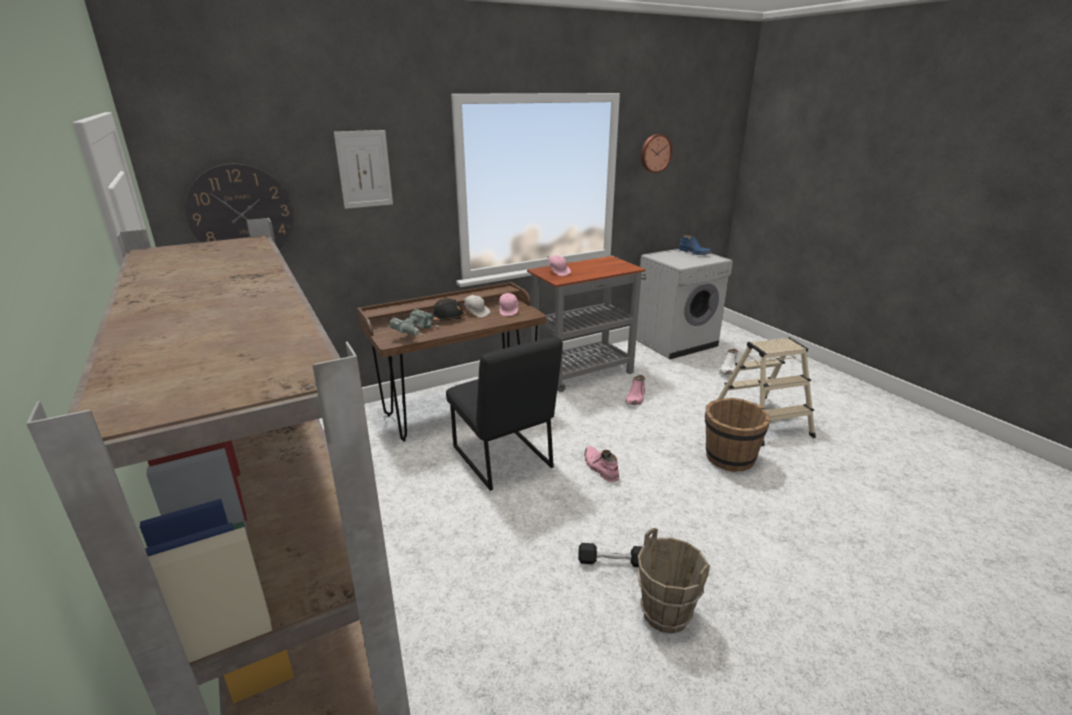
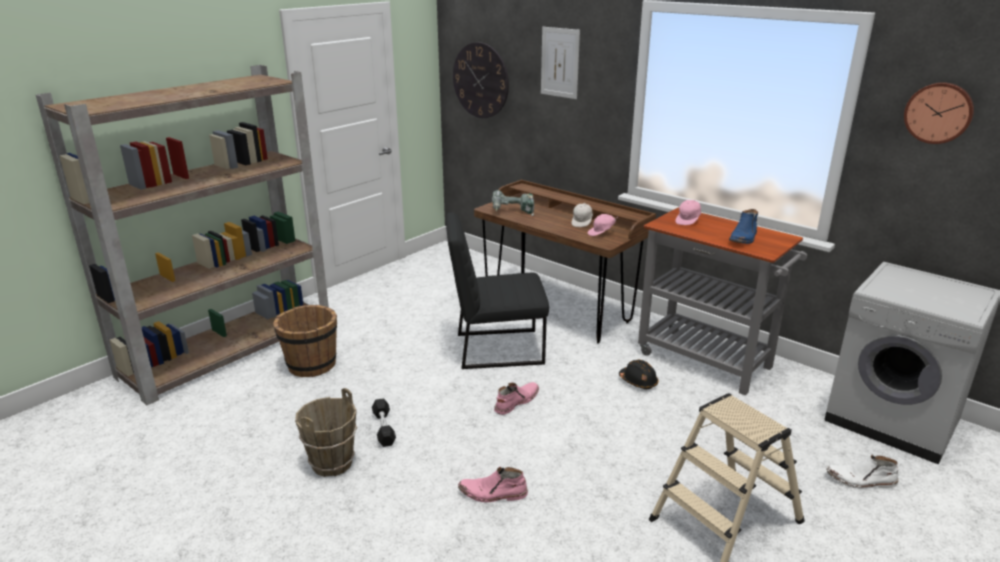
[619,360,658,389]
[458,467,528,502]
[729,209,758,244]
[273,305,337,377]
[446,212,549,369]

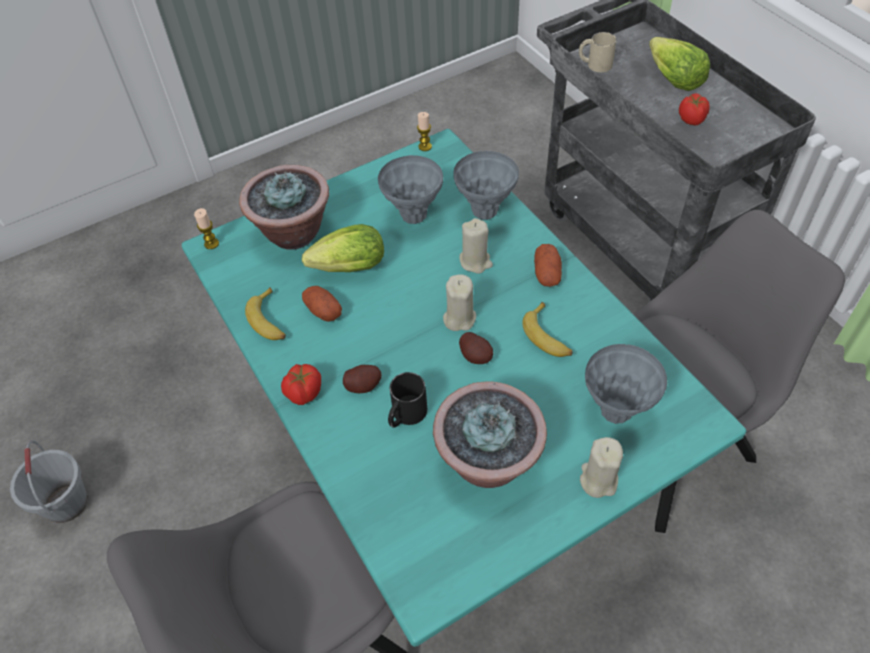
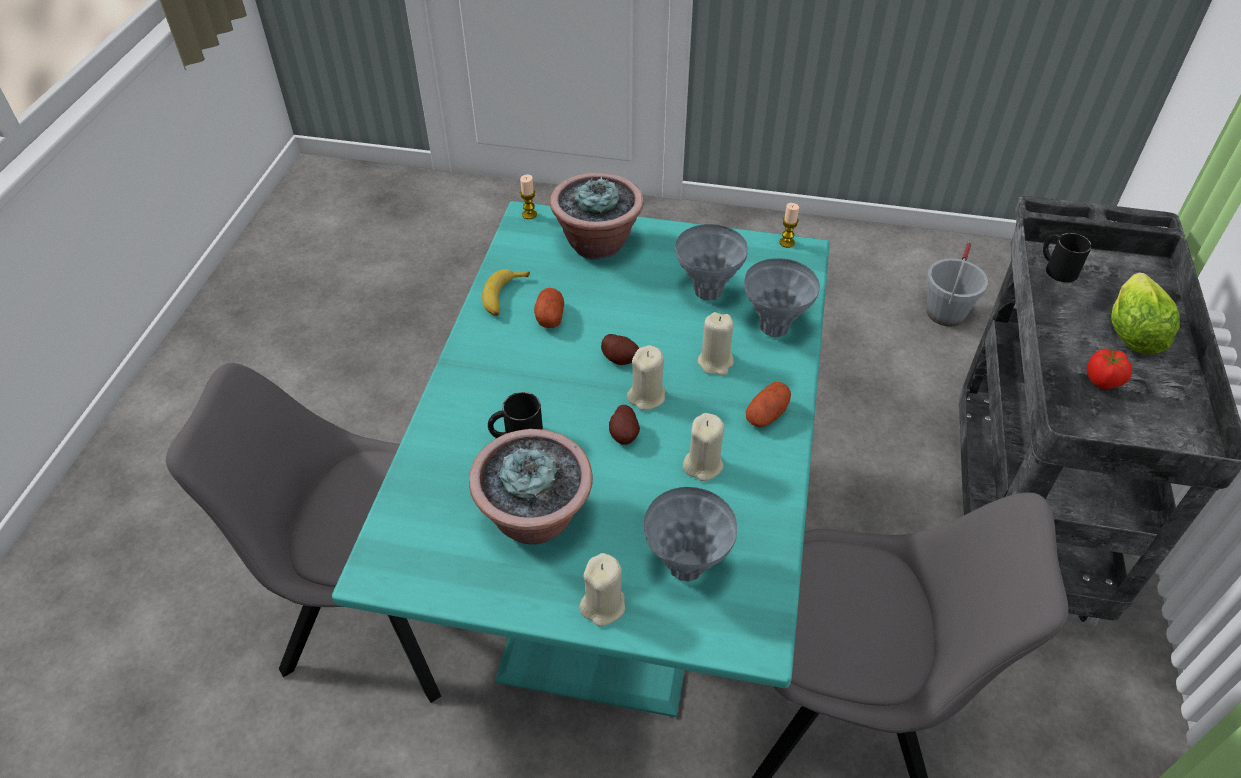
[281,364,321,405] (first image)
[302,224,384,272] (first image)
[926,241,988,326]
[601,334,639,365]
[683,413,724,481]
[1043,233,1092,283]

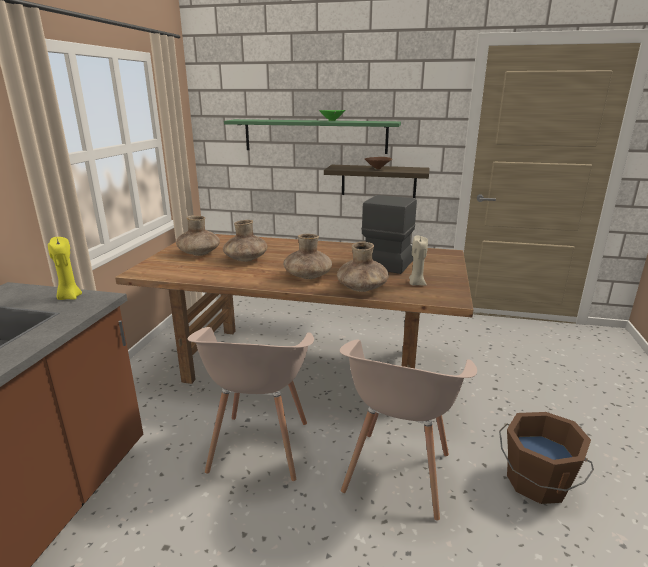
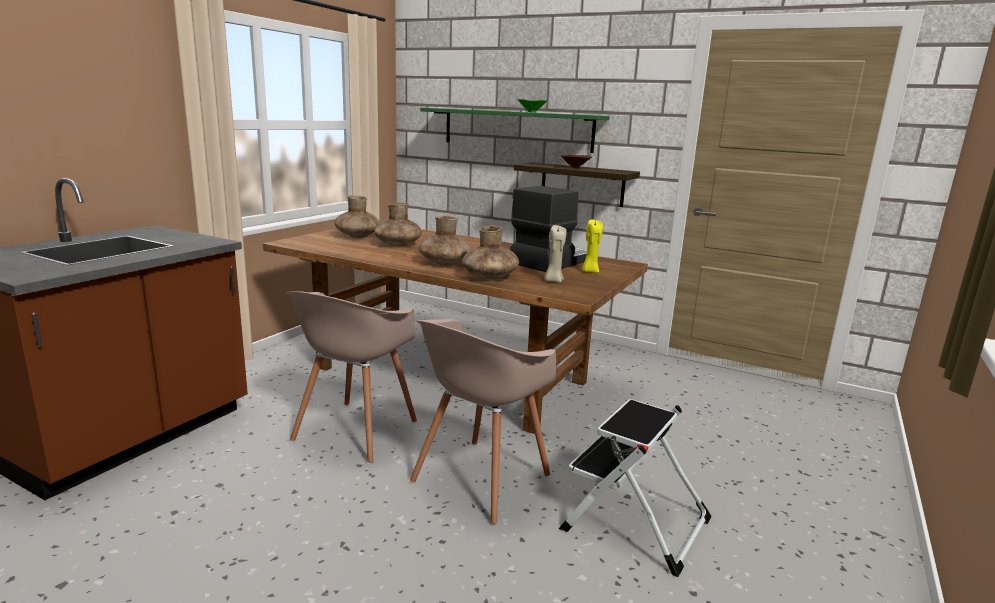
[582,219,603,273]
[559,399,712,577]

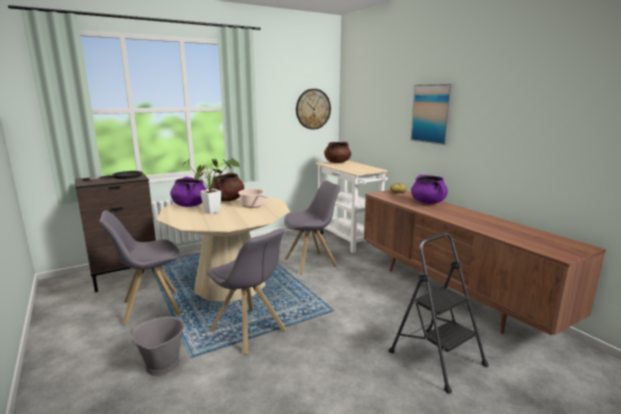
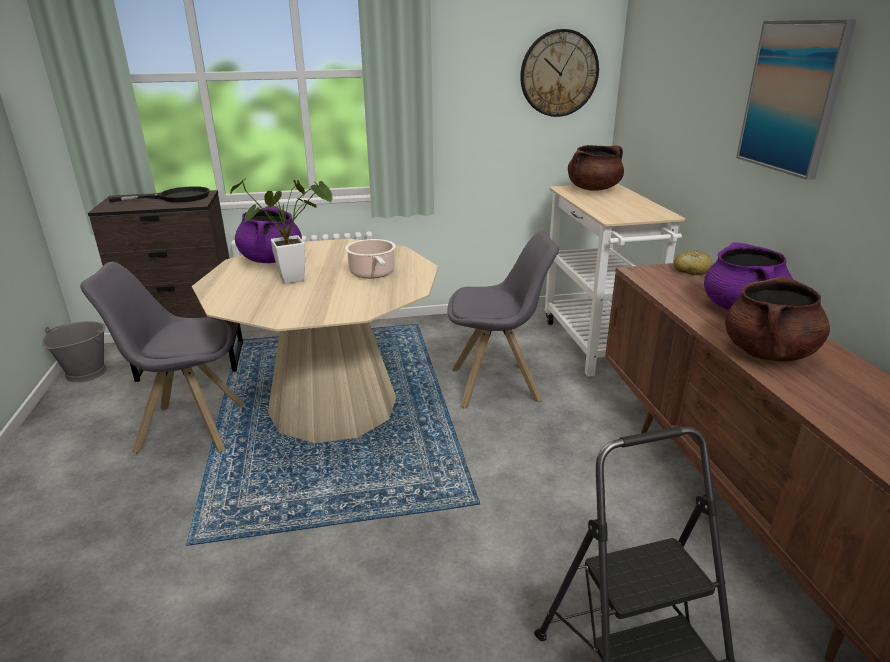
[207,228,286,355] (first image)
[42,321,107,382]
[725,276,830,362]

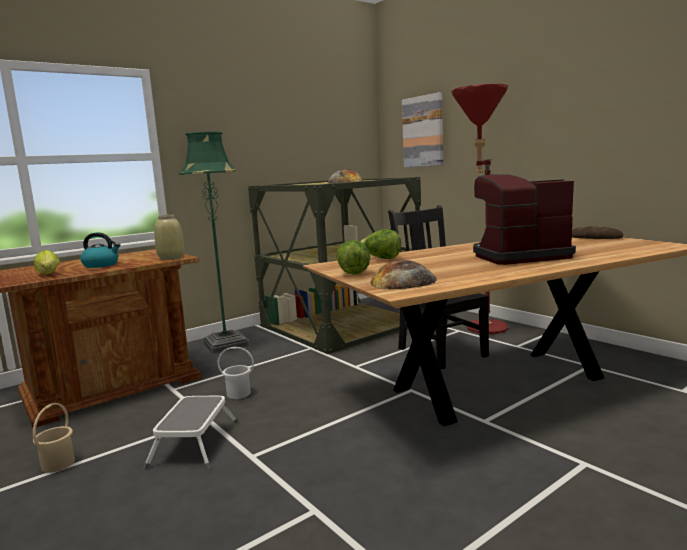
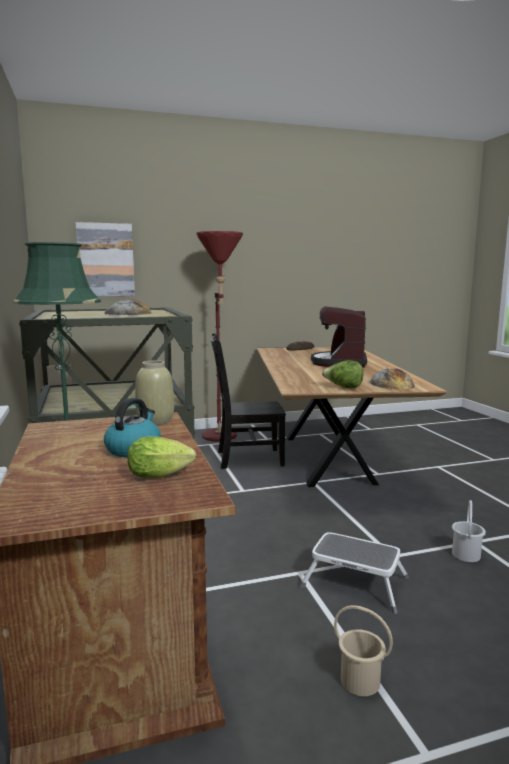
[360,229,401,259] (first image)
[452,500,486,562]

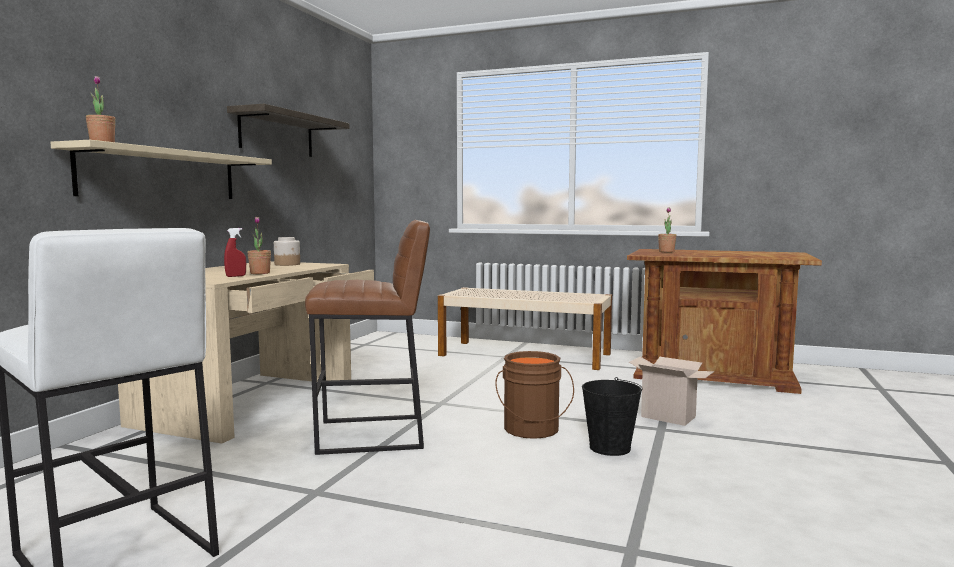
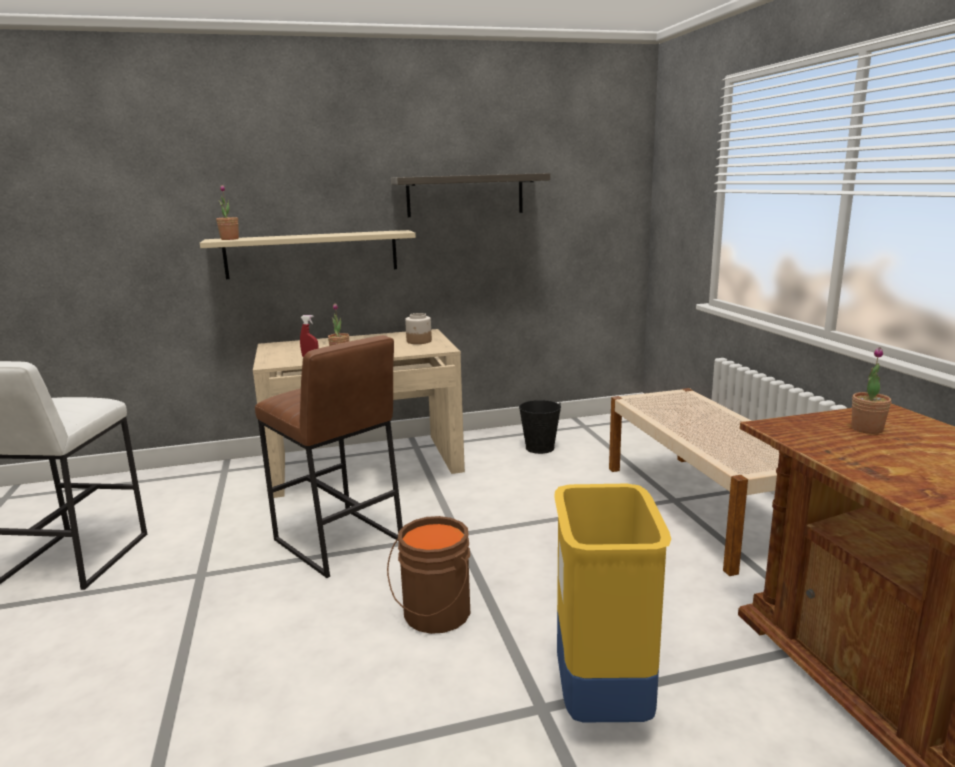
[519,400,561,454]
[555,484,671,722]

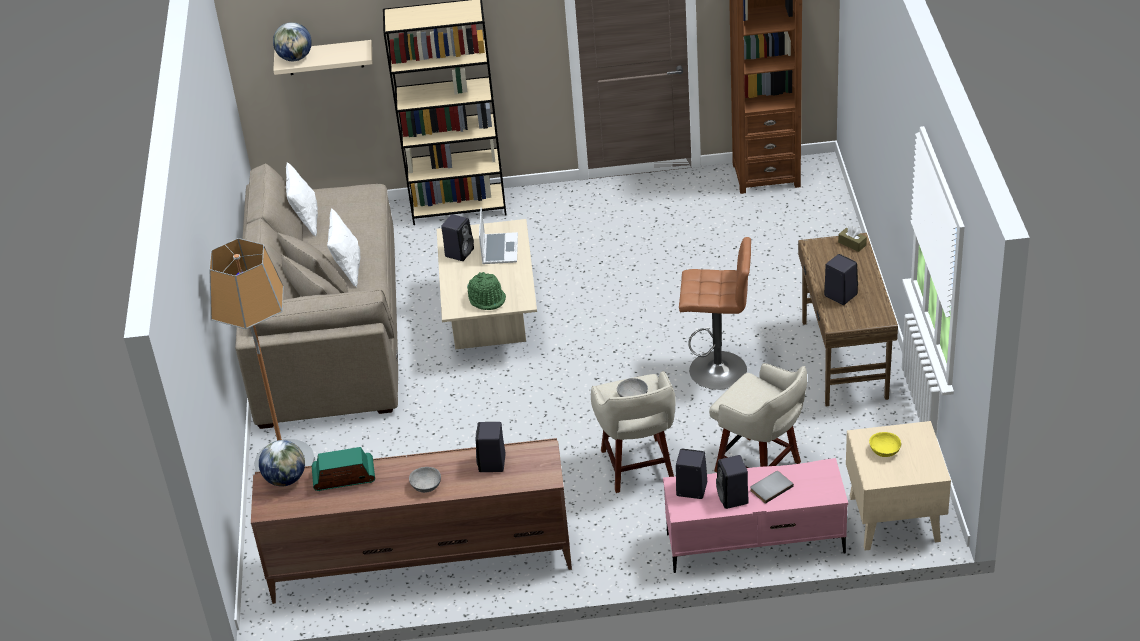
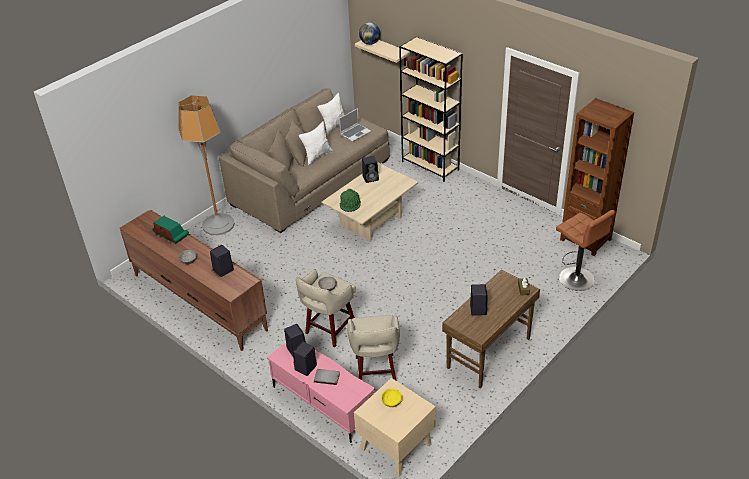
[259,440,305,486] (first image)
[339,108,371,142]
[556,210,616,291]

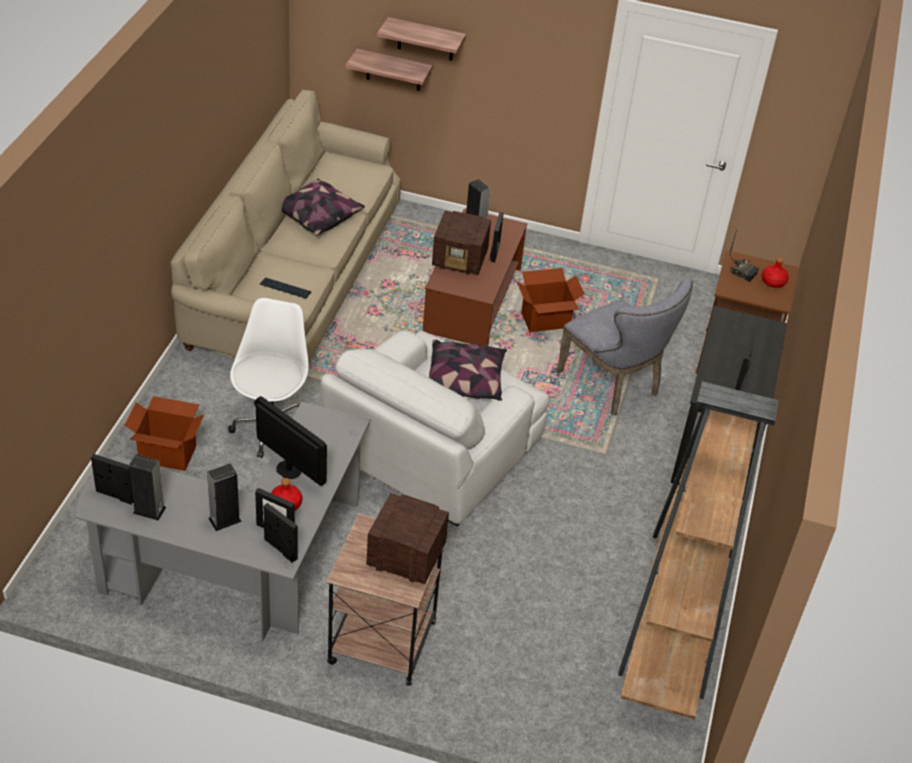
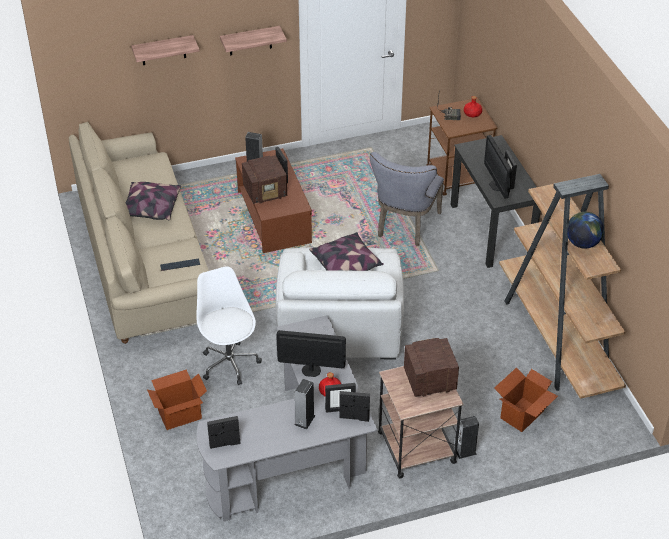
[484,135,513,199]
[567,212,604,249]
[457,416,479,459]
[220,26,287,56]
[494,367,558,432]
[370,152,444,246]

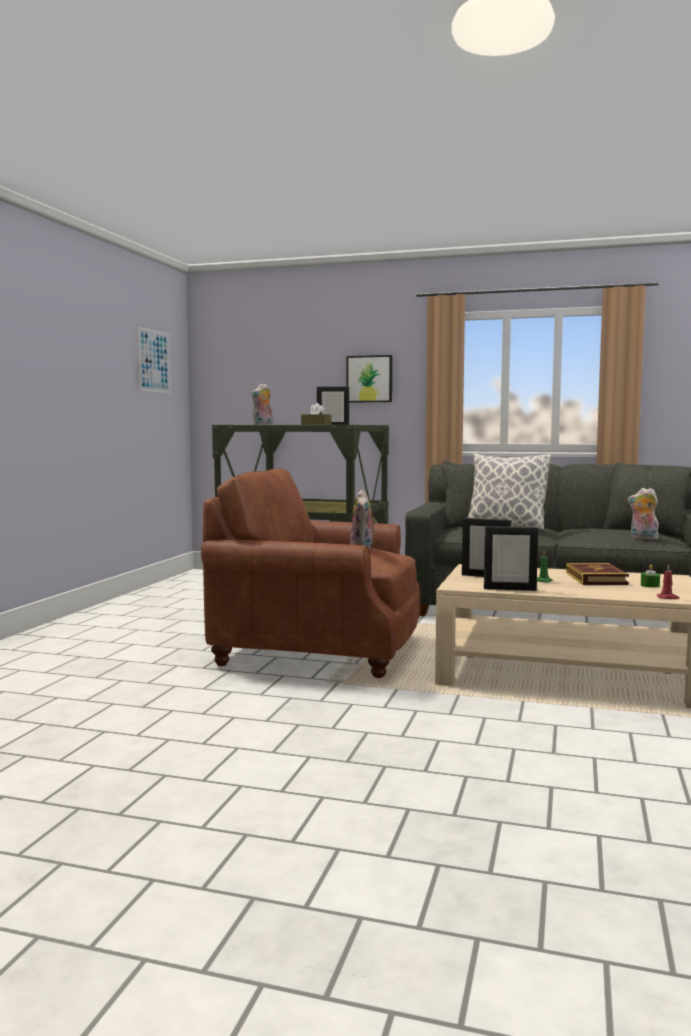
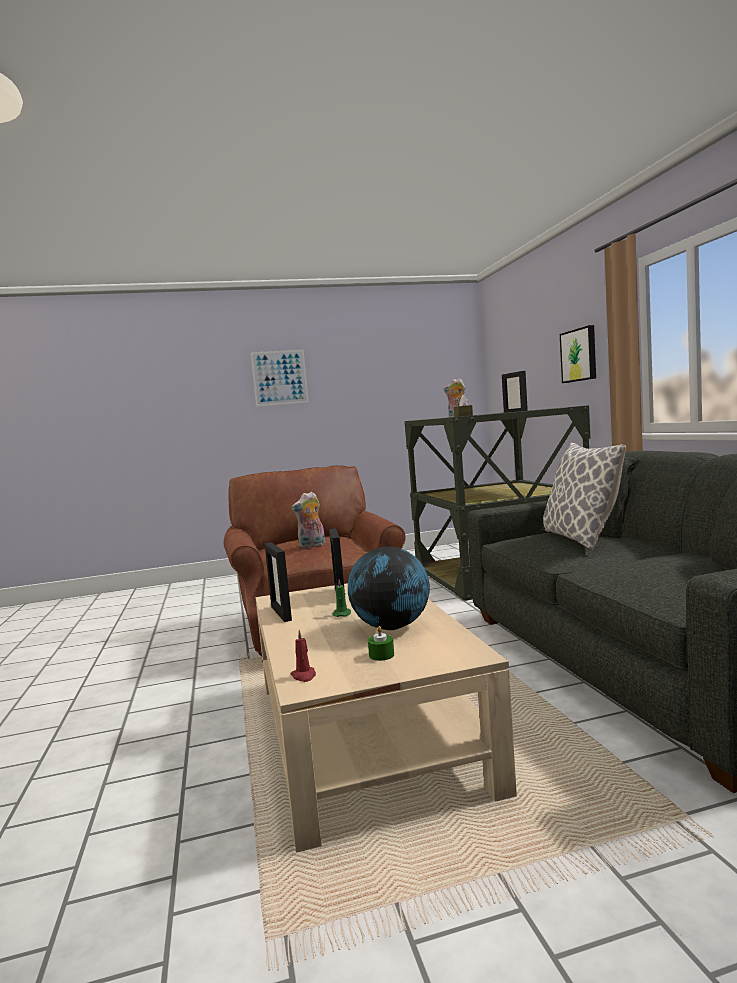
[628,488,659,540] (first image)
[251,350,309,406]
[348,546,430,630]

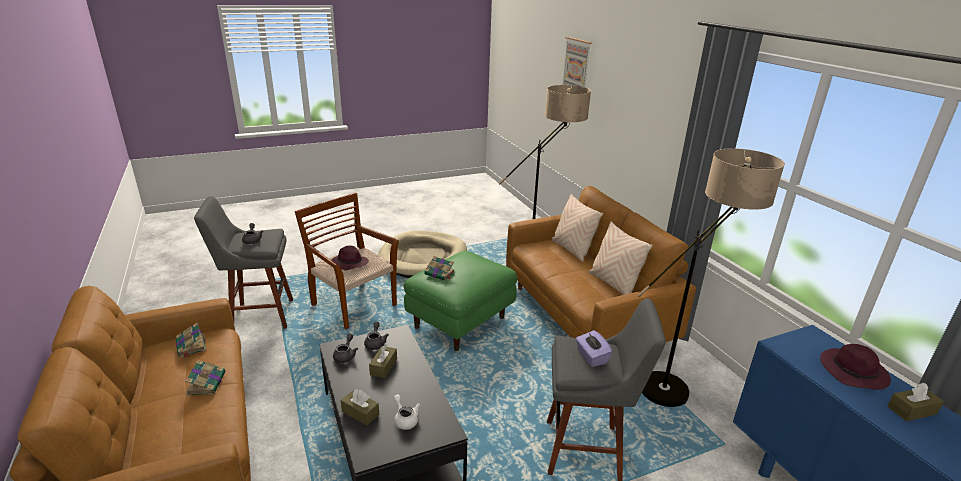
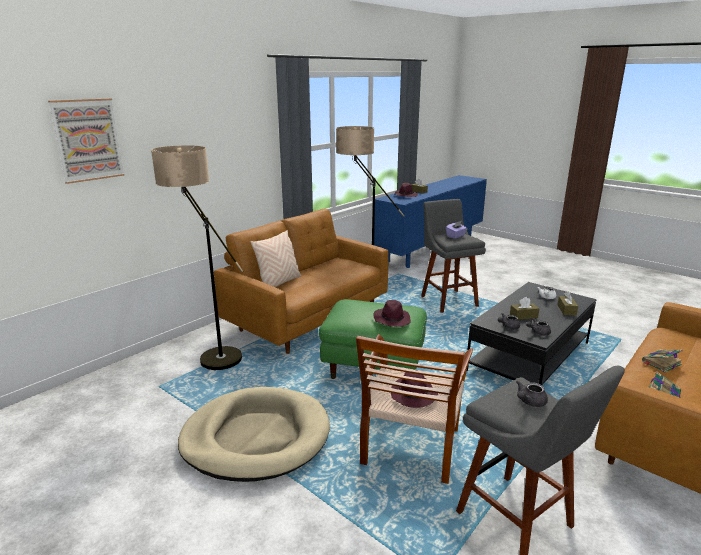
[589,221,653,295] (first image)
[374,300,411,327]

